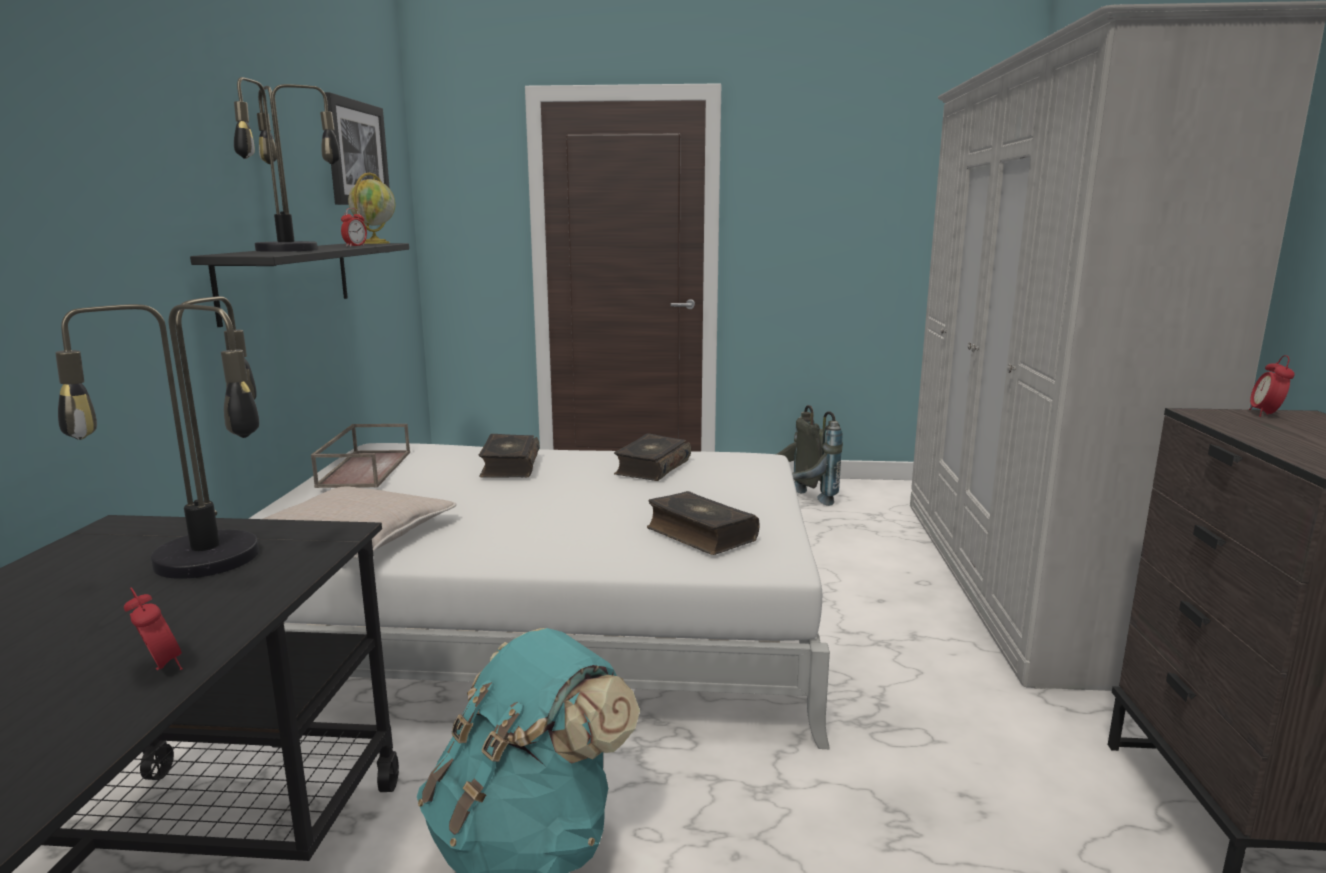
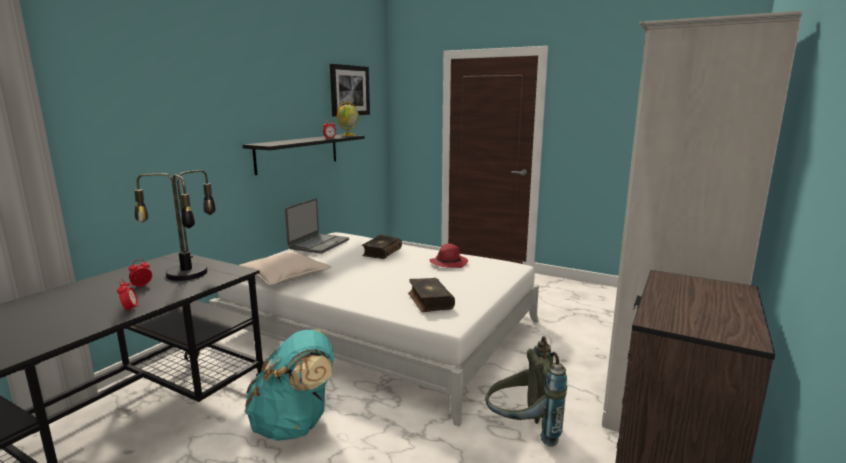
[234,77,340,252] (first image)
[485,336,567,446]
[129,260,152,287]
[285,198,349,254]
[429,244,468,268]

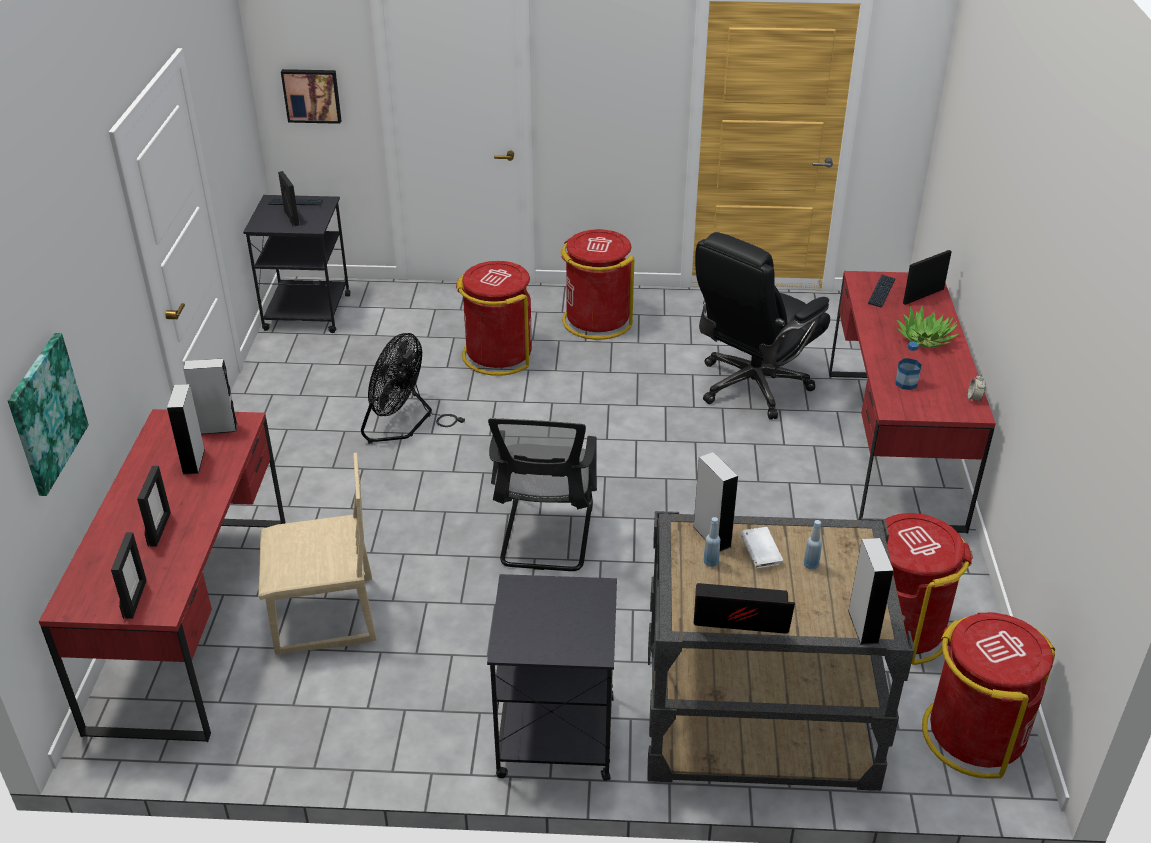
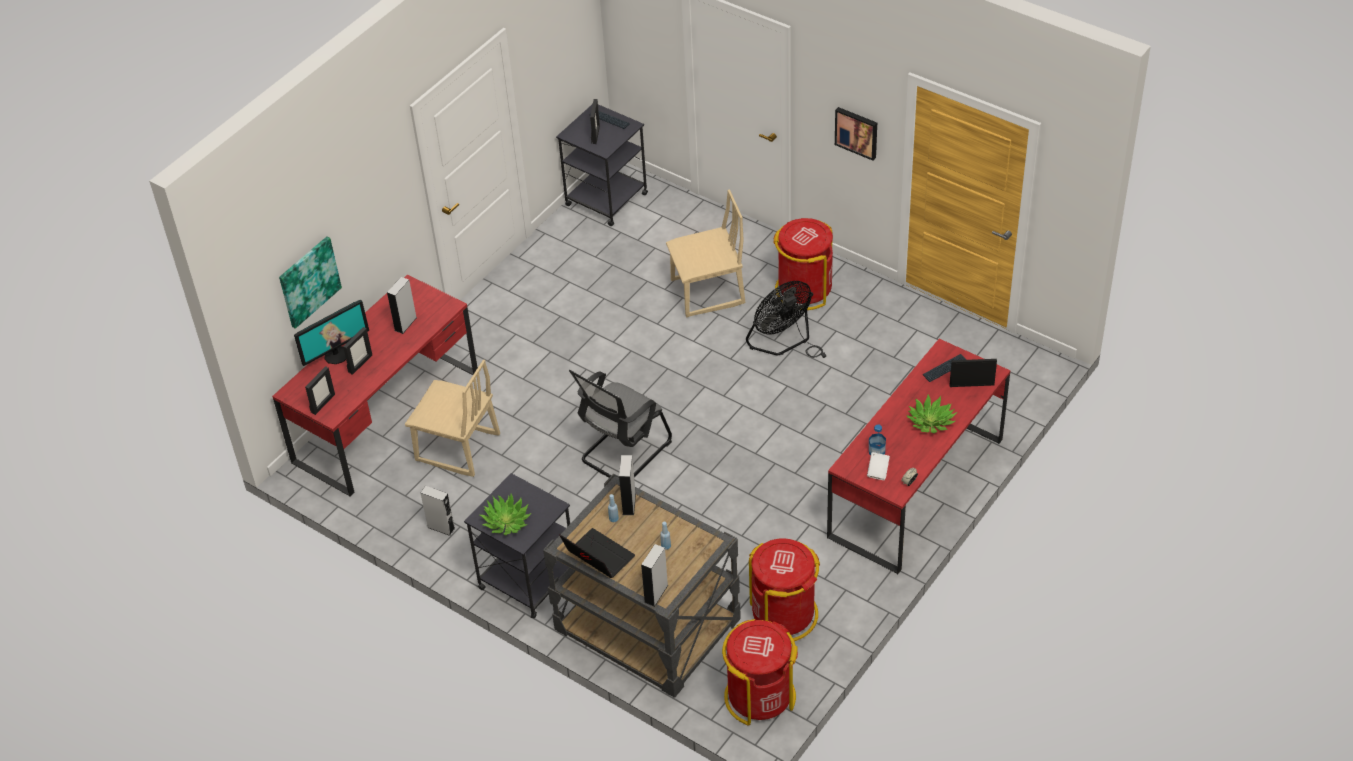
[695,232,830,420] (first image)
[294,300,369,366]
[480,494,531,535]
[420,486,455,536]
[835,107,877,161]
[746,281,826,358]
[867,452,890,480]
[666,189,745,317]

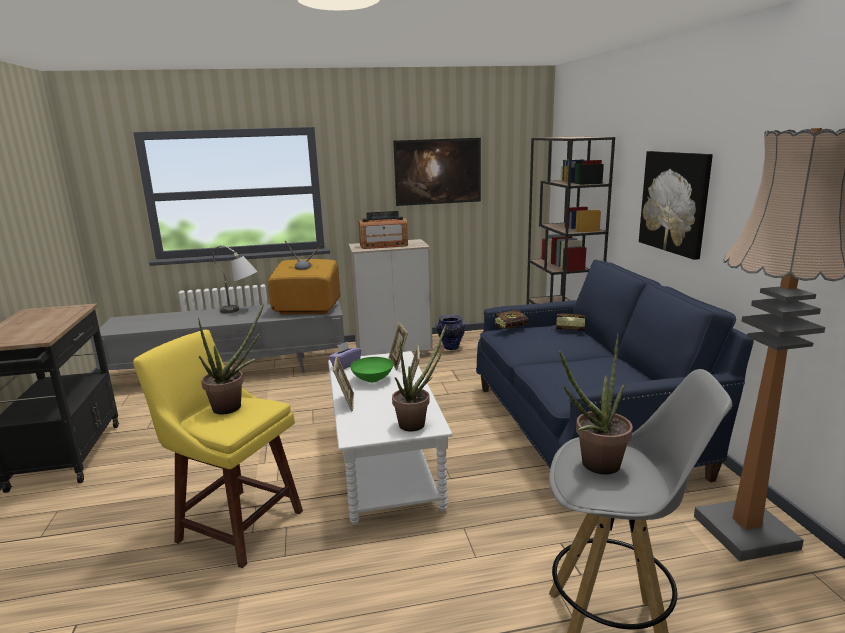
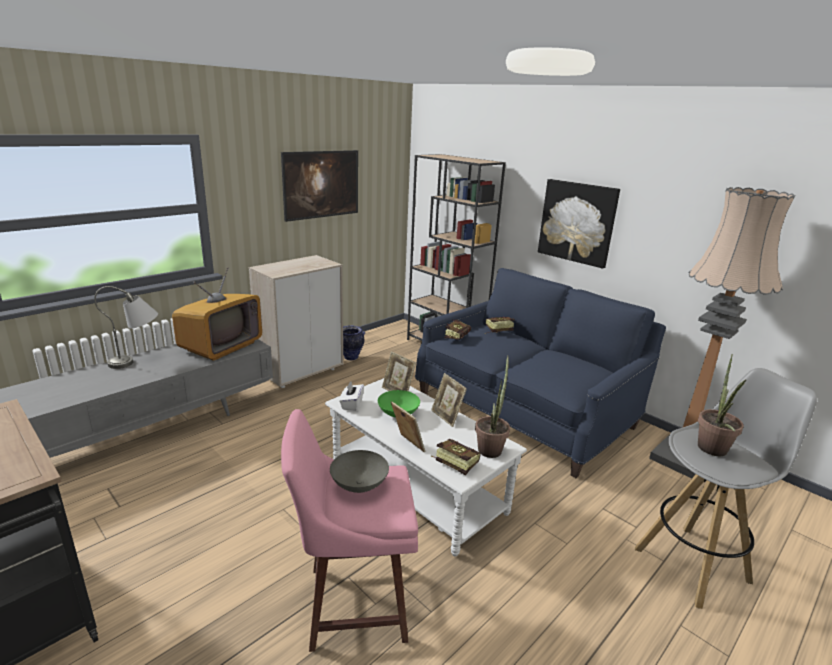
[358,211,408,249] (first image)
[431,439,481,475]
[330,450,389,493]
[281,409,418,652]
[339,381,364,411]
[172,267,262,361]

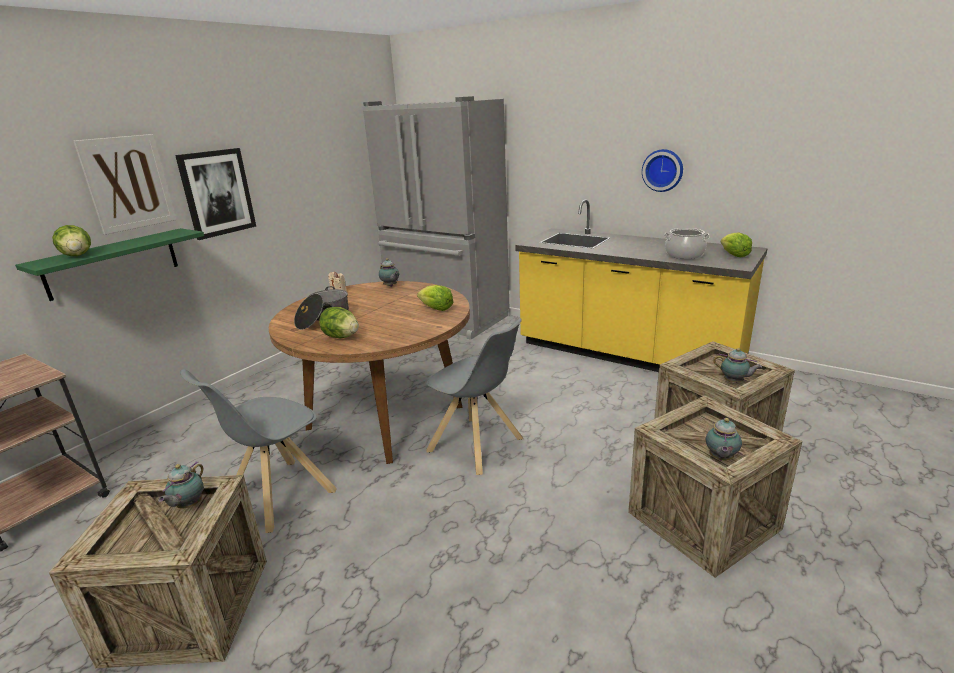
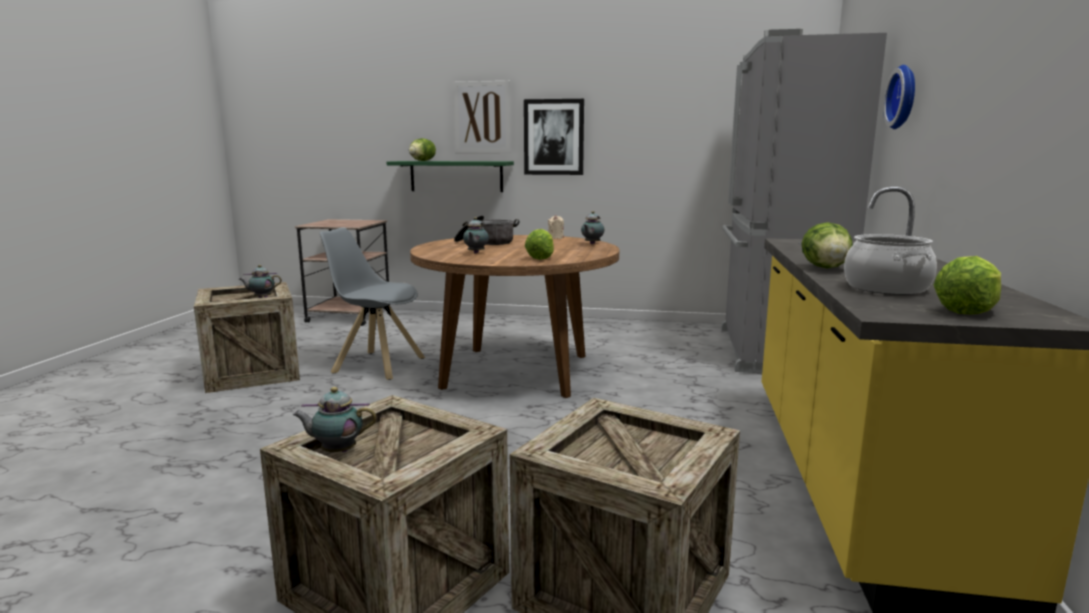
[426,318,523,475] (first image)
[801,222,853,268]
[883,65,915,129]
[463,217,489,254]

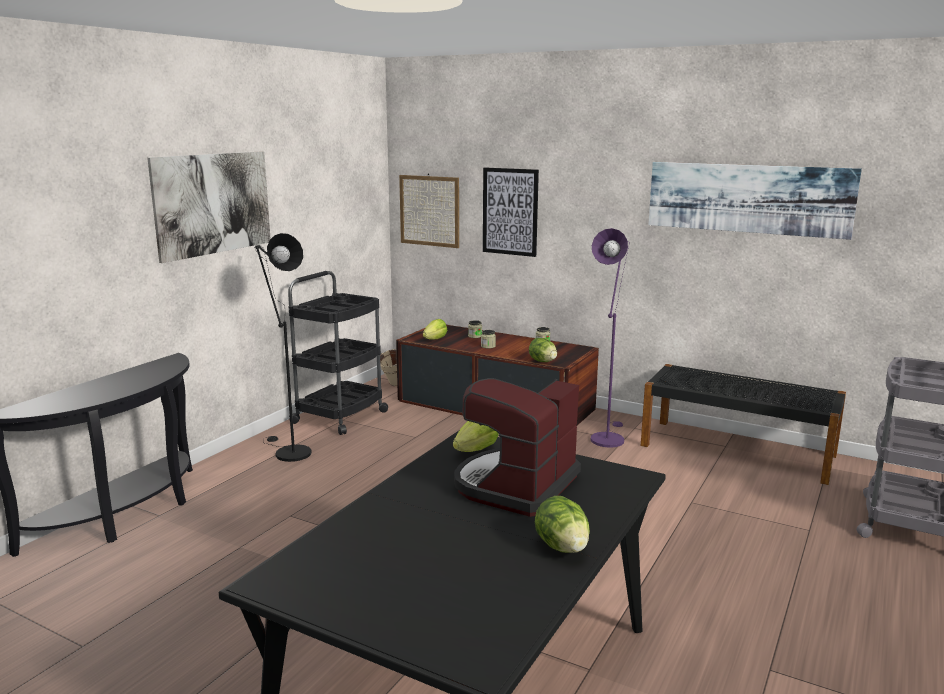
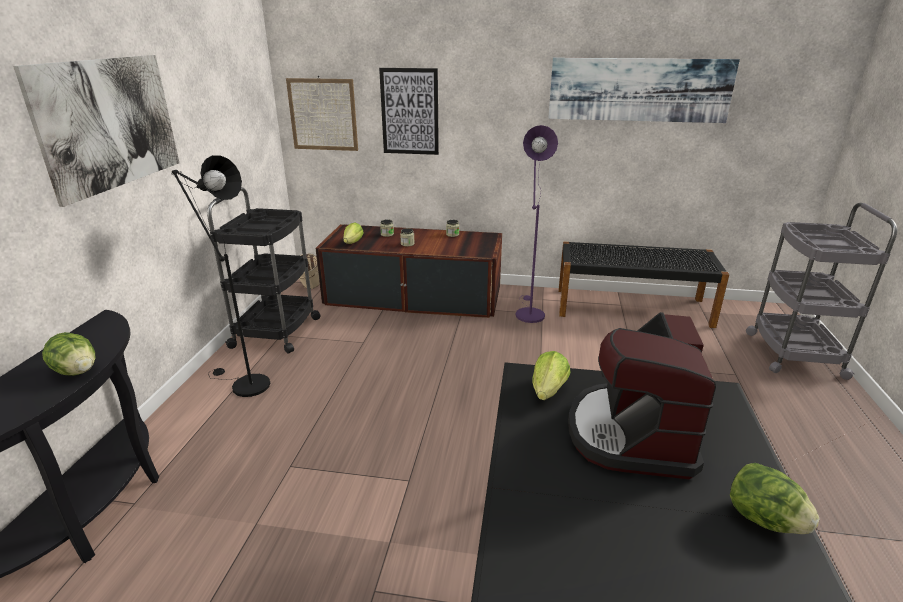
[42,332,95,376]

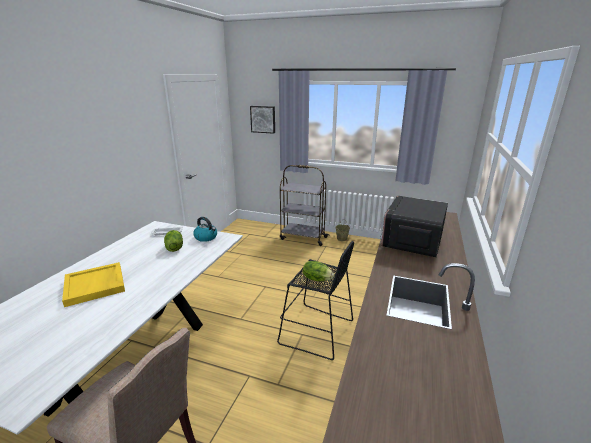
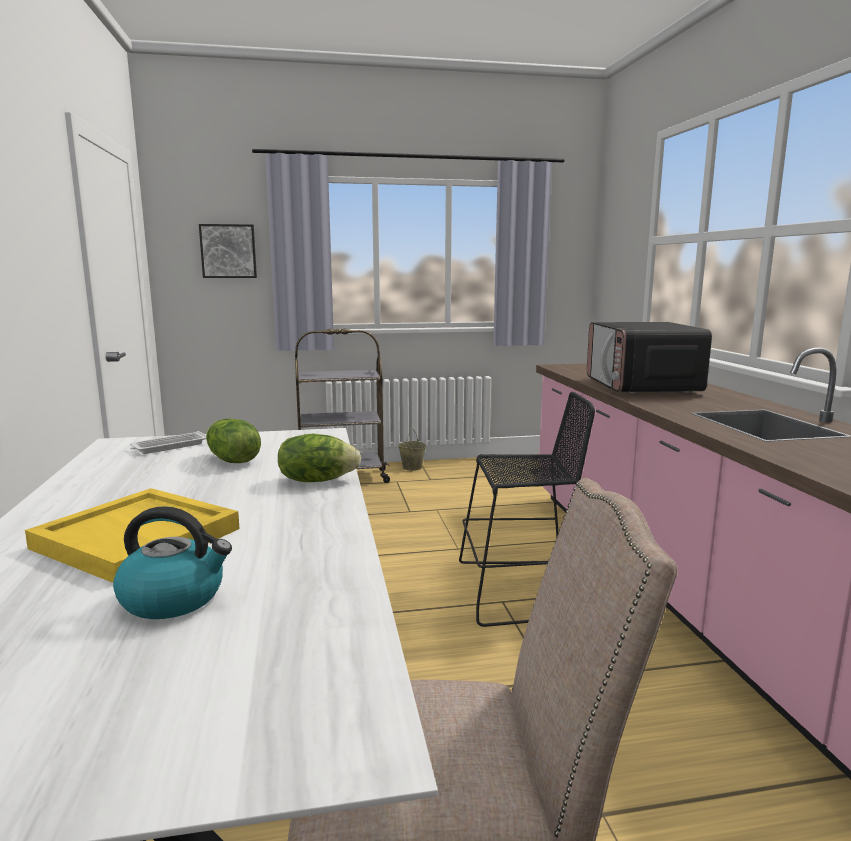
[113,506,232,619]
[278,433,361,482]

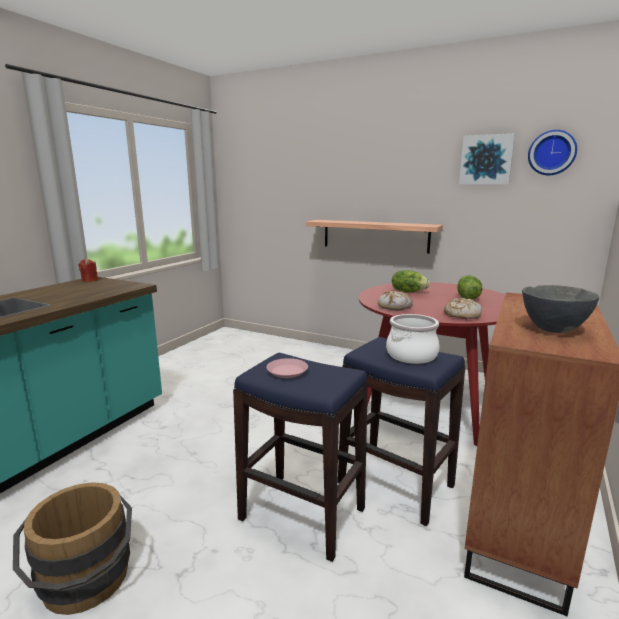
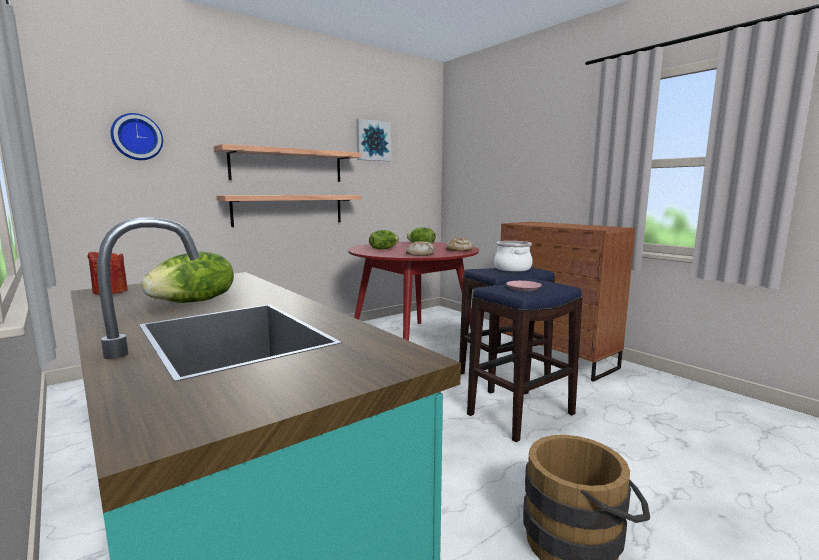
[522,285,600,333] (first image)
[141,251,234,303]
[214,144,361,182]
[111,113,163,160]

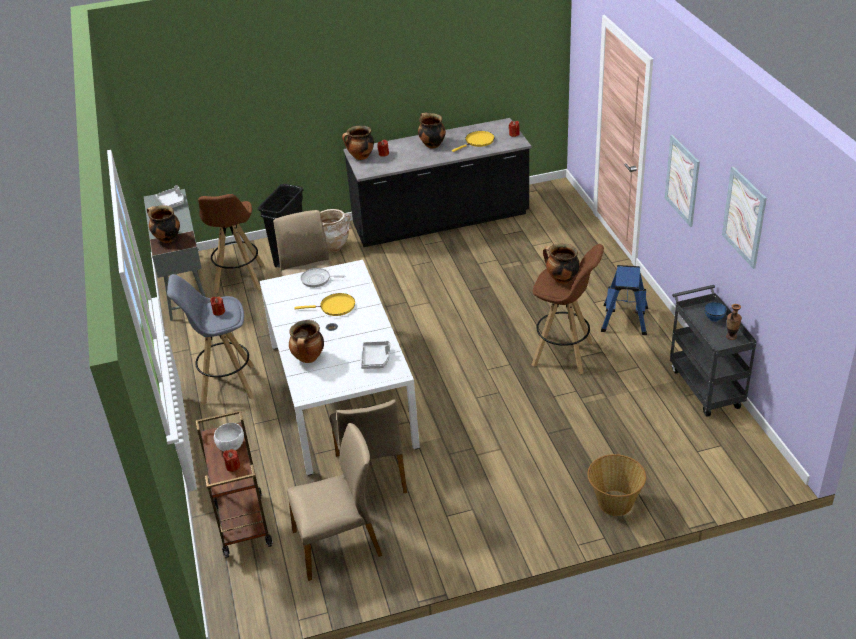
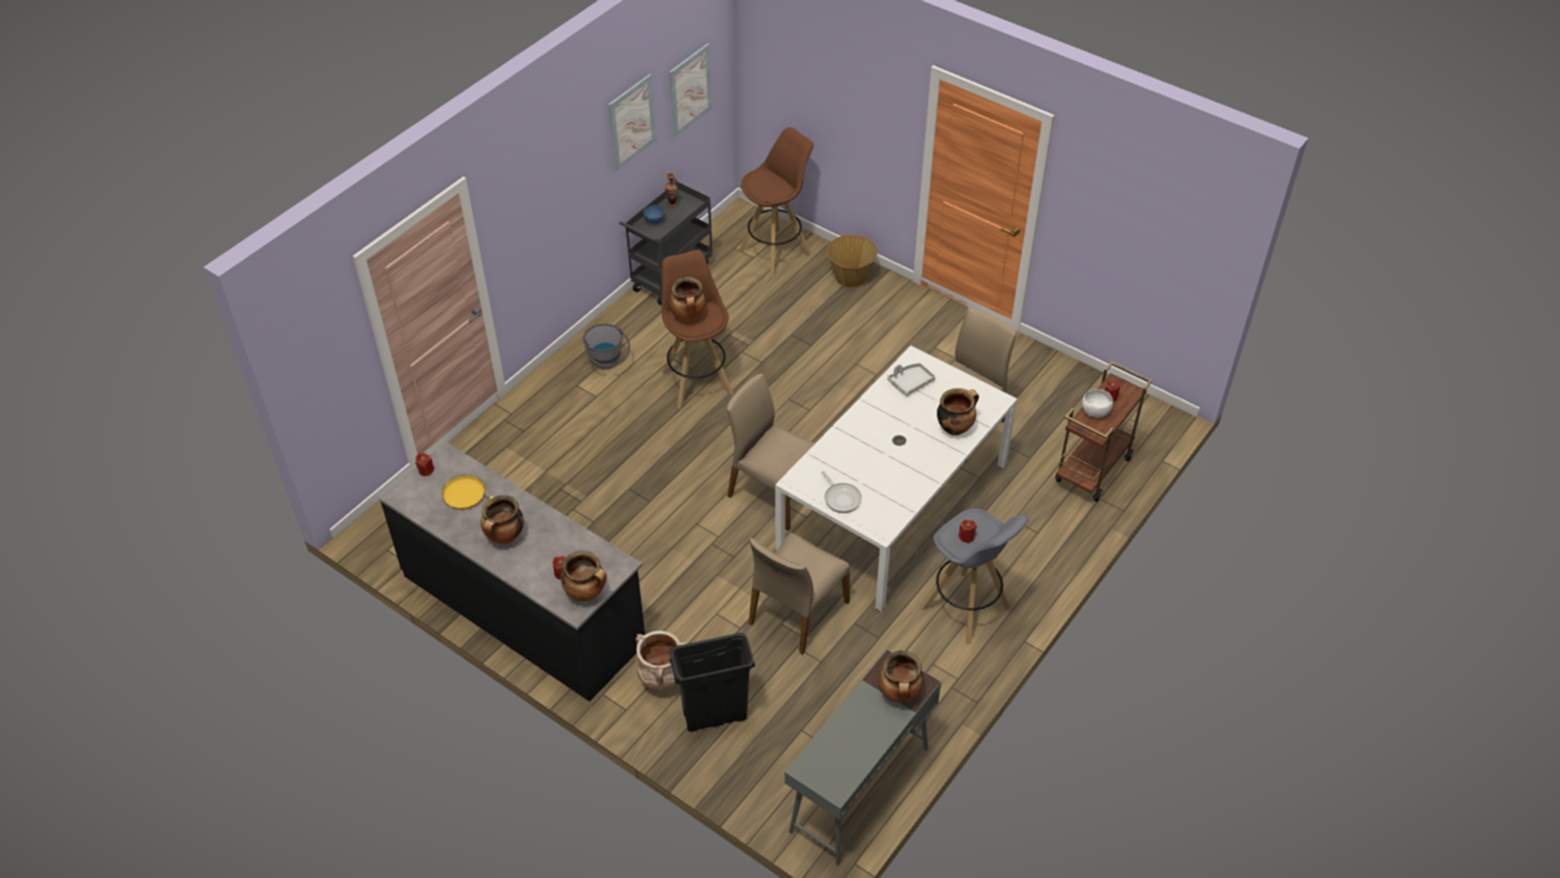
[155,185,184,208] (first image)
[295,293,355,316] (first image)
[739,127,814,277]
[727,374,815,531]
[669,43,712,137]
[583,324,630,370]

